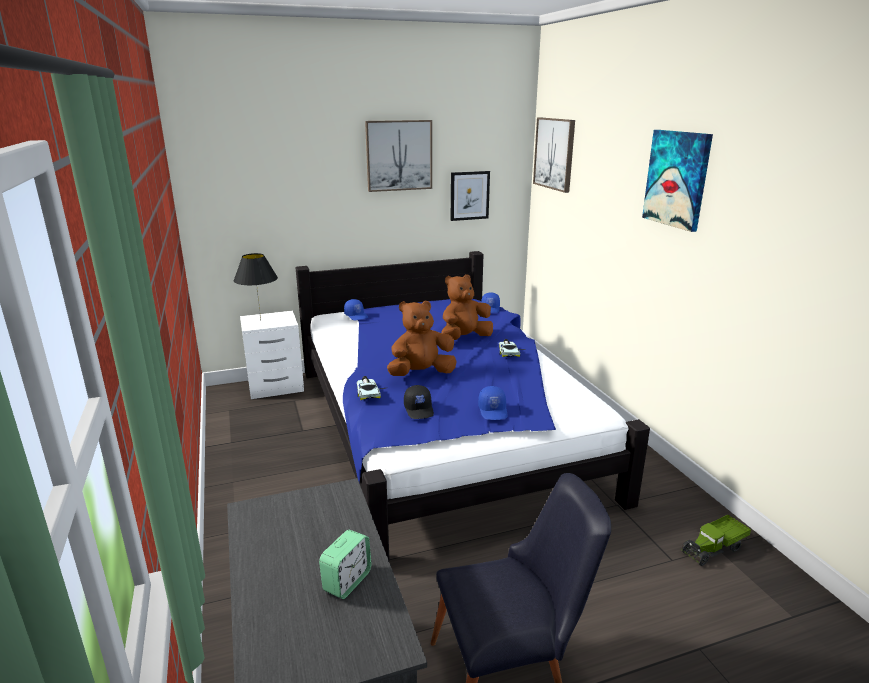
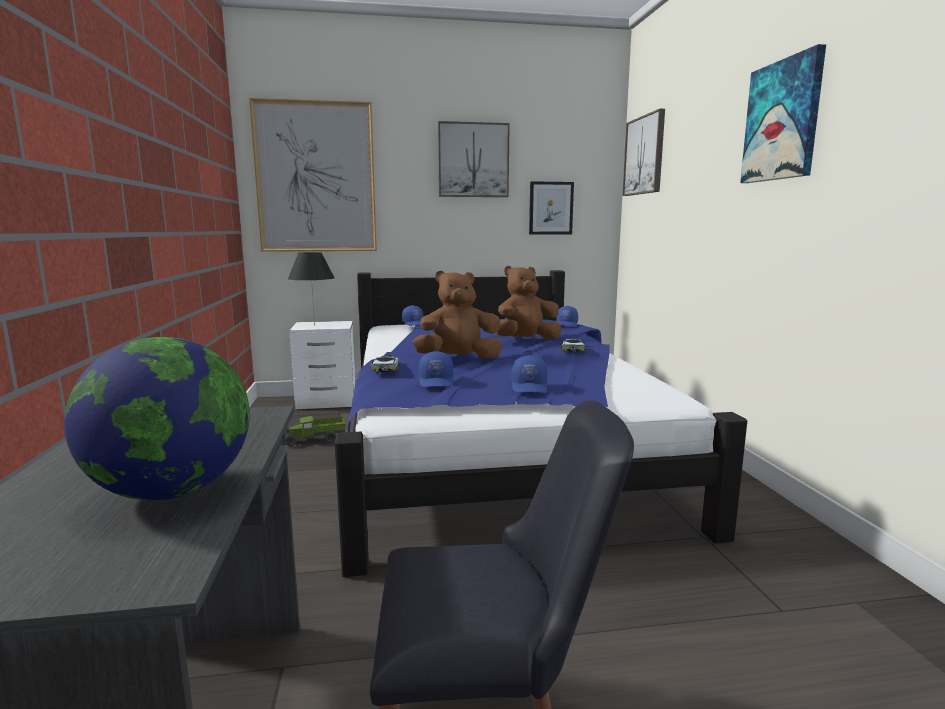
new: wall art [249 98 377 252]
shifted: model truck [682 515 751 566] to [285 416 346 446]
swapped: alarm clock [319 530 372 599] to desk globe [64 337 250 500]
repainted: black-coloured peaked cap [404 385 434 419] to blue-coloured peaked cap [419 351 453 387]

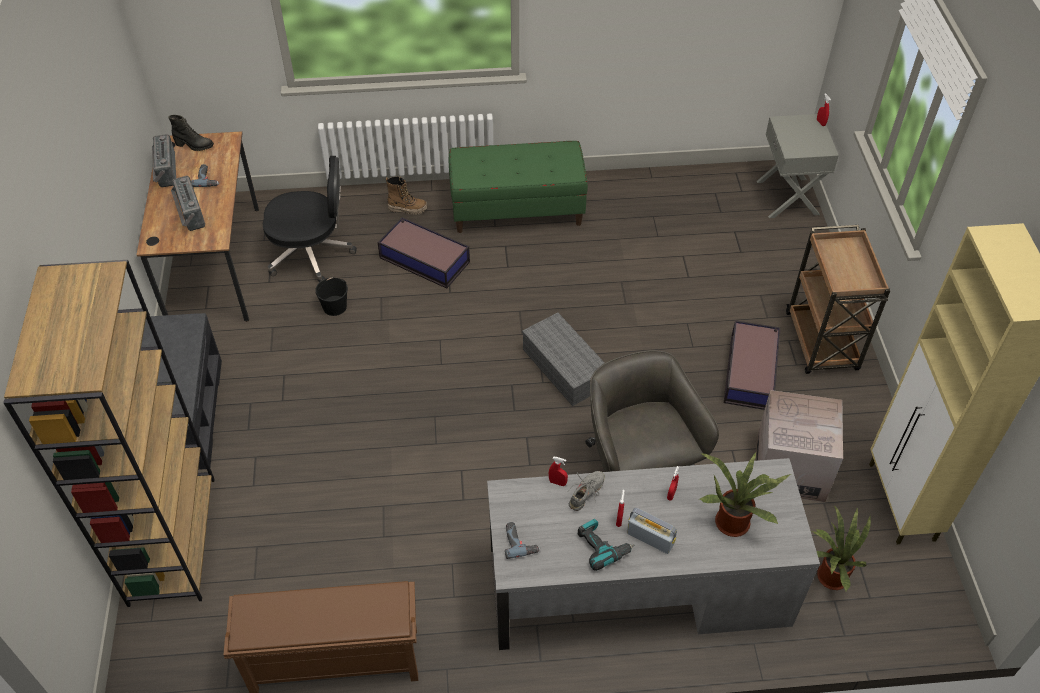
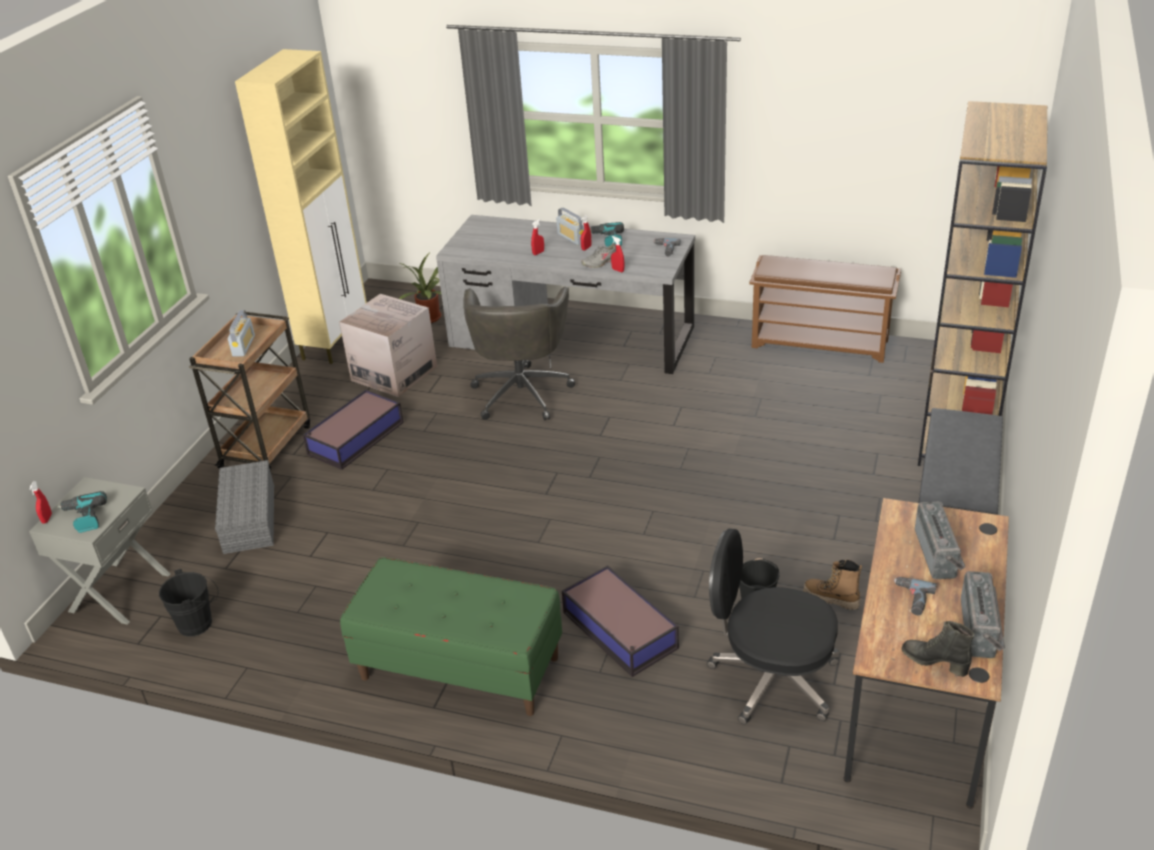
gone: plant in a pot [698 451 791 537]
new: power drill [56 491 107 533]; black-coloured pail [159 569 218 637]; radio receiver [228 310 255 357]
shifted: boot [386 176 427 215] to [803 560 862 610]; gray storage box [522 312 605 406] to [215 460 274 554]

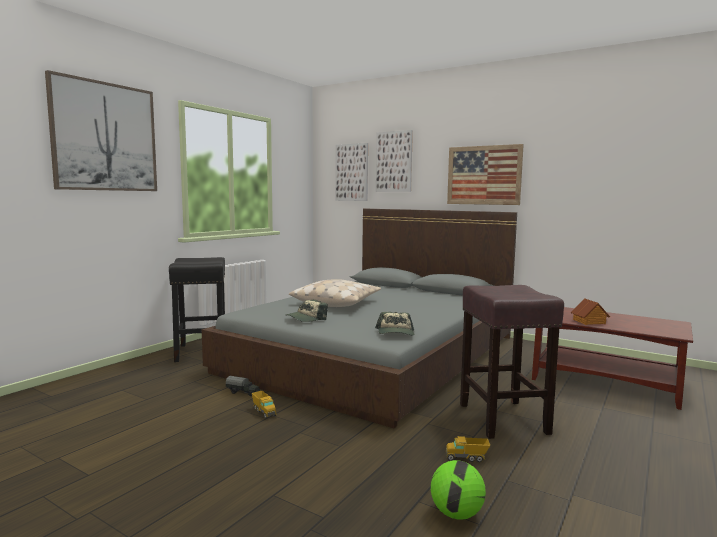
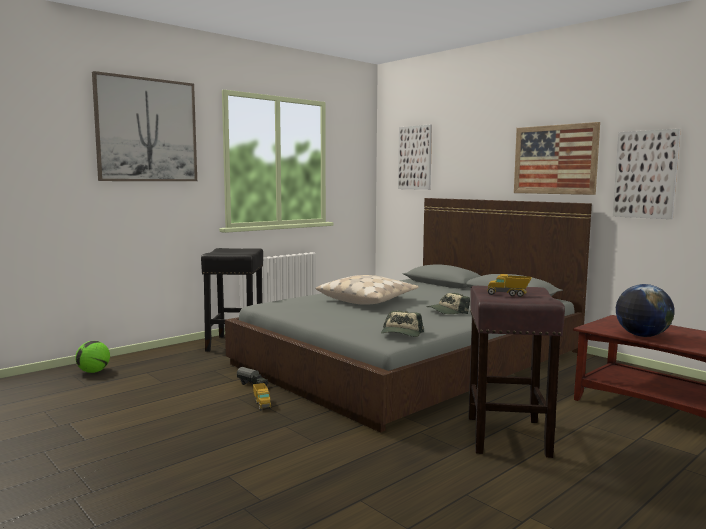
shifted: peaked cap [285 300 328 322] to [427 293 470 314]; wall art [376 130 413 192] to [613 129 681 219]; football [431 460 486 520] to [75 341 110 373]; model truck [445 436 490 462] to [487 274 532 297]
swapped: miniature house [571 298 610 325] to desk globe [616 284 675 337]

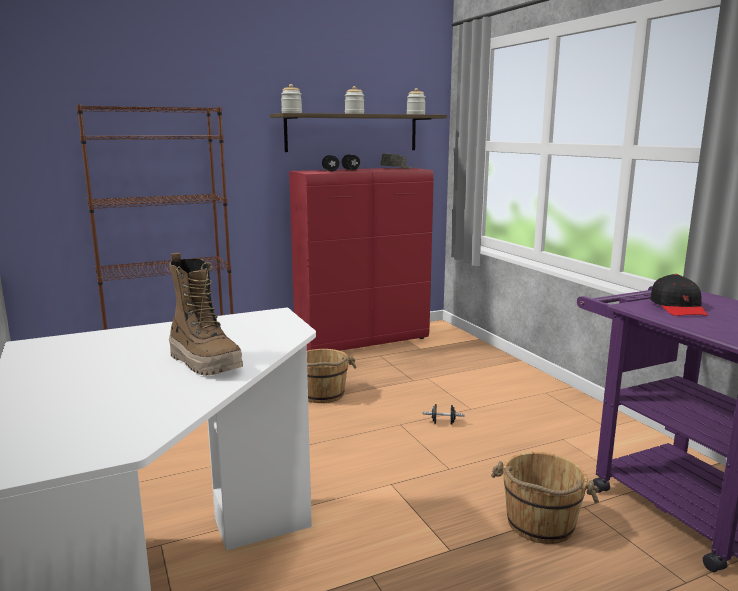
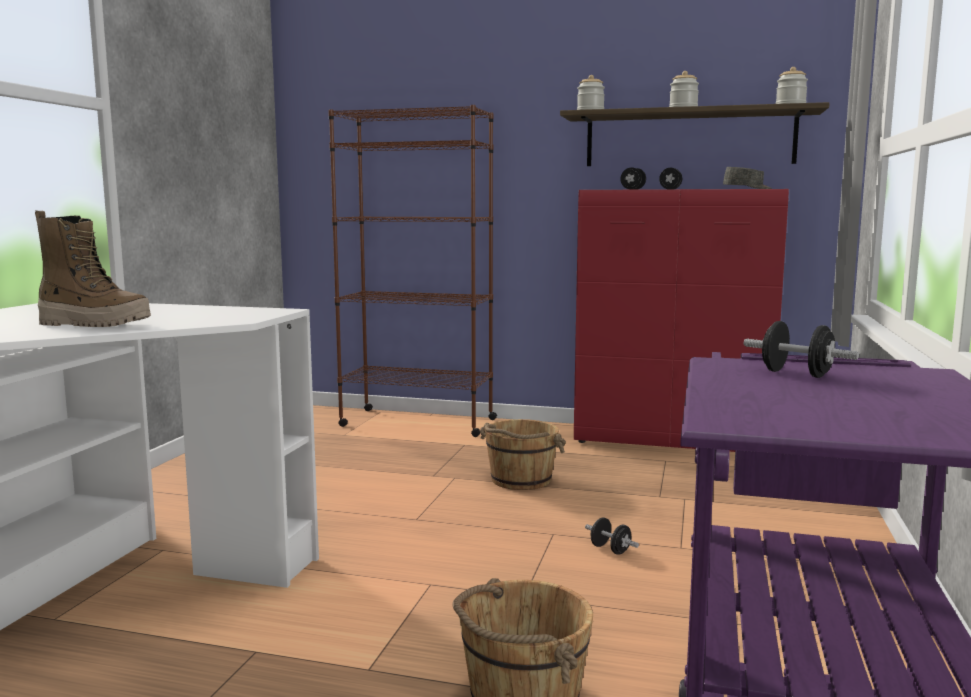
swapped: black-coloured peaked cap [650 274 708 316] to black-coloured hand weight [744 321 859 378]
rotated: boot [169 253 243 376] = [35 210 151 327] 75 degrees counterclockwise

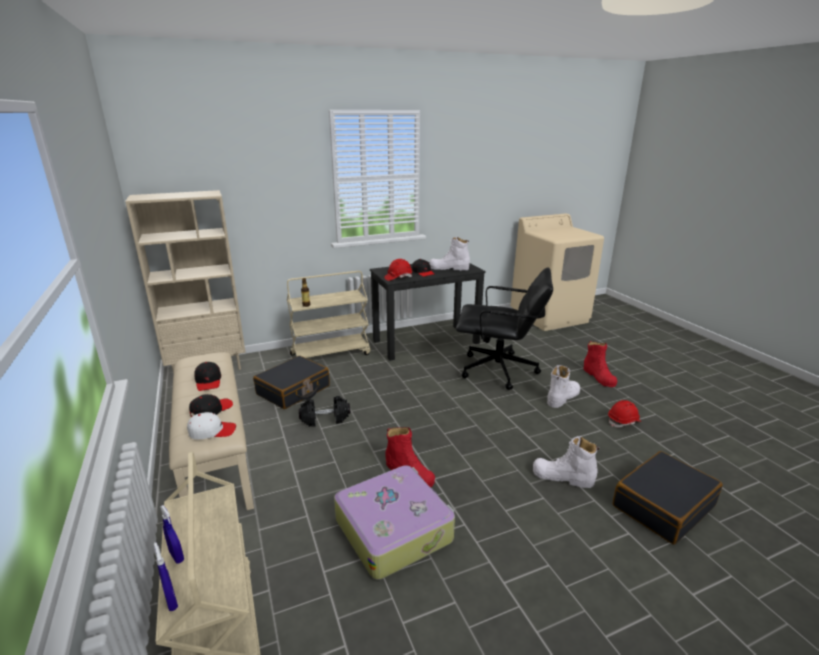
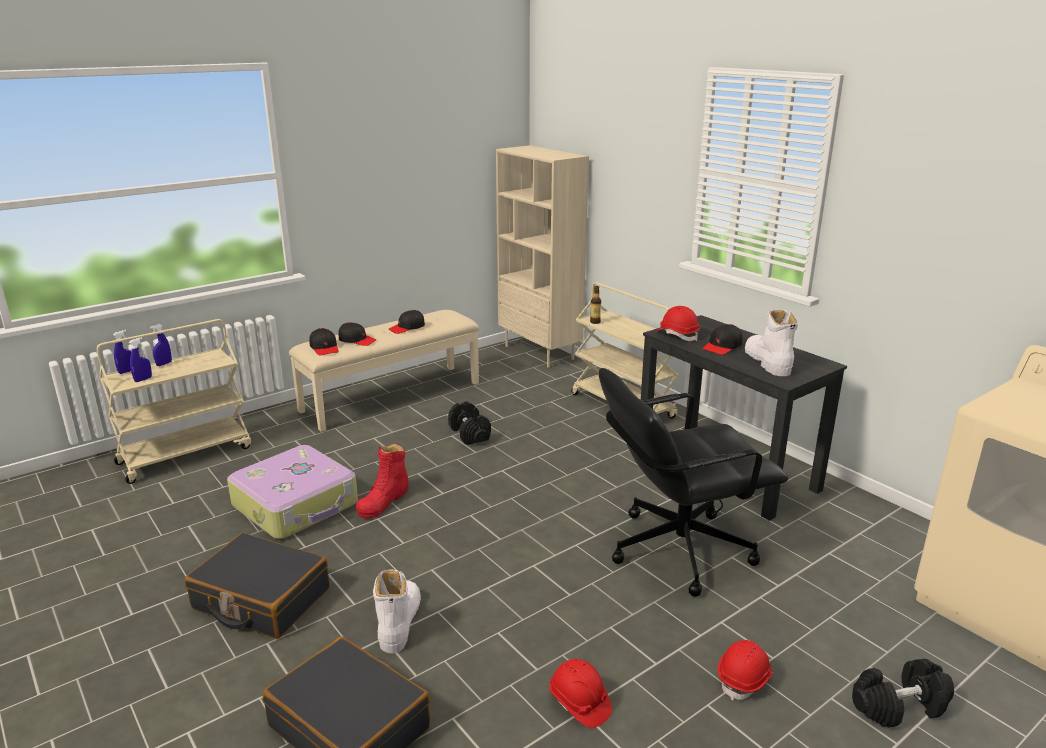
gone: whitish boot [547 365 580 408]
new: blue-coloured hand sprayer [129 337 152 382]; black-coloured hand weight [852 659 954 728]
shifted: black-coloured piece of luggage [253 356 330 409] to [185 533 330 639]
swapped: reddish boot [583 341 617 387] to reddish safety helmet [718 640 773 701]
repainted: whitish peaked cap [187 412 236 439] to black-coloured peaked cap [309 328 338 355]
rotated: black-coloured office chair [456 267 553 390] = [599 368 788 597] 75 degrees clockwise

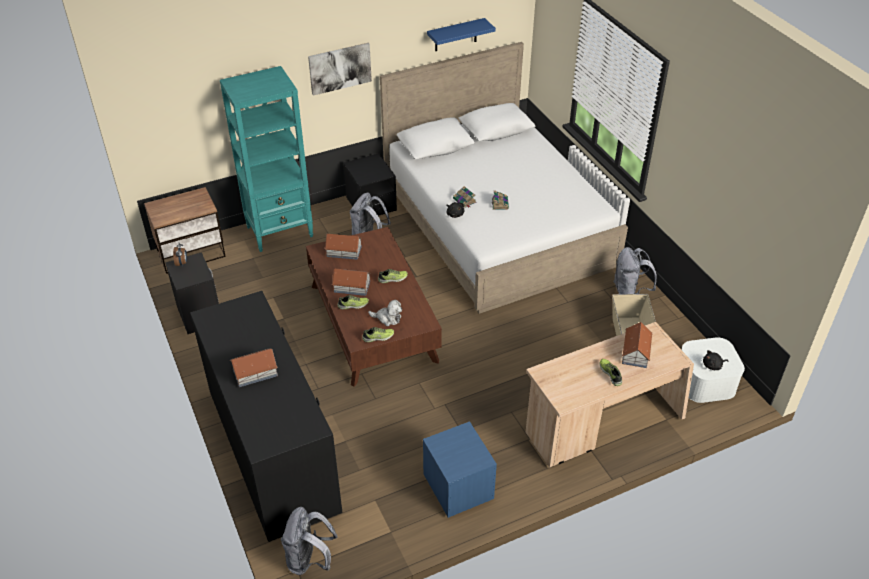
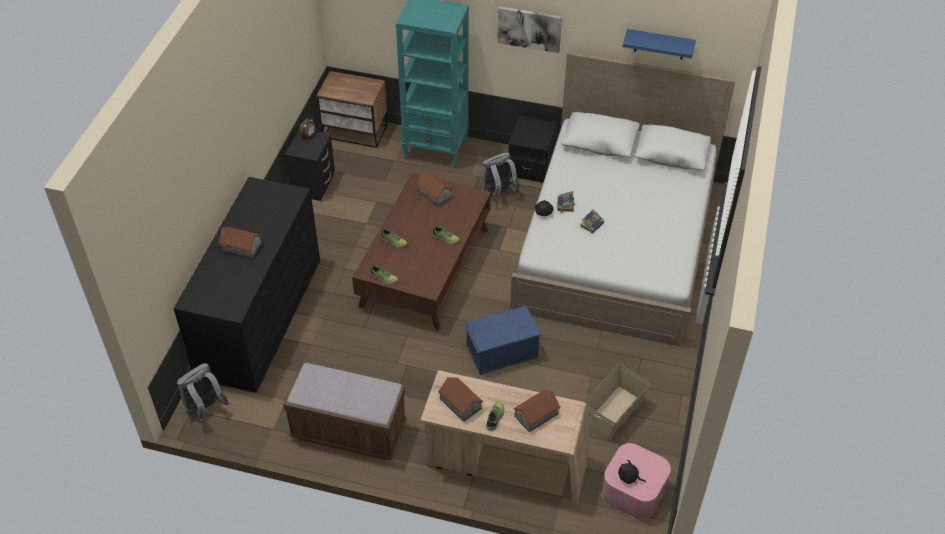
gone: plush toy [368 300 402 326]; gray knapsack [614 247 657 294]
new: blue-coloured storage box [464 306 542 375]
shifted: miniature house [332 269 371 296] to [438 377 483 422]
swapped: blue-coloured bedside table [423 421 497 518] to brown-coloured bench [283 363 407 460]
repainted: whitish storage box [682 338 745 403] to pink storage box [602 443 671 520]

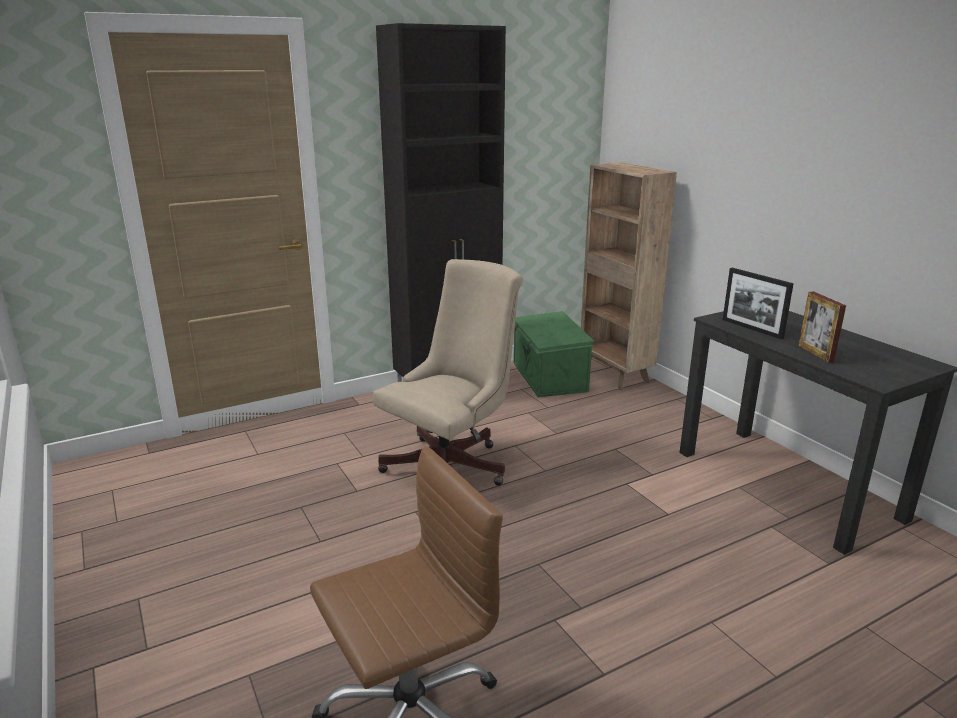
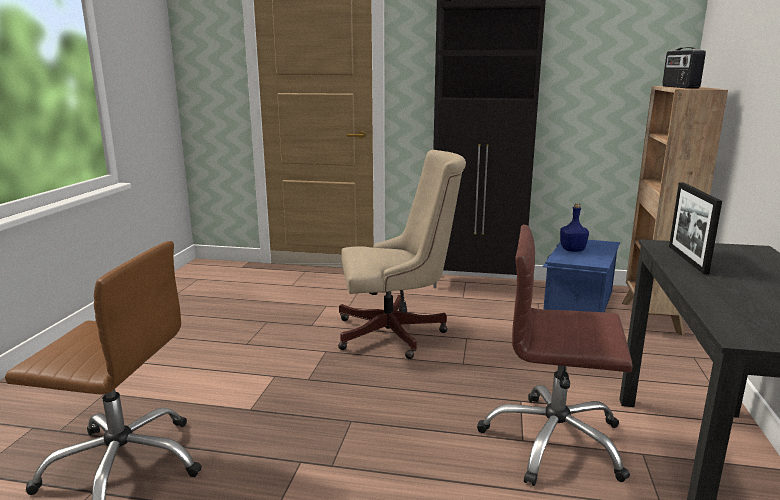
gone: standing frame [798 291 846 363]
new: brown-coloured office chair [477 225 633 486]; blue-coloured drink bottle [560 203 589 252]; radio receiver [662 47 706 88]
repainted: green-coloured storage box [513 311 595 397] to blue-coloured storage box [543 240 620 312]

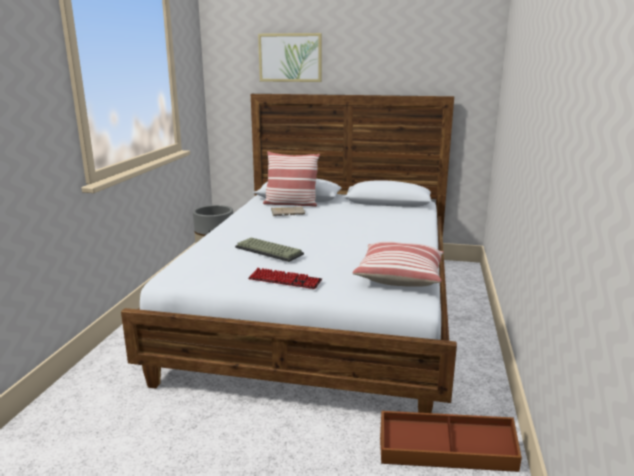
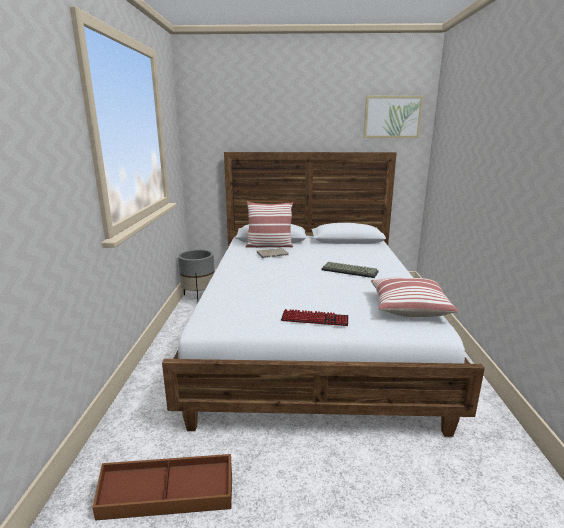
shifted: keyboard [235 237 304 262] to [321 262 379 278]; wall art [258 33 322 82] to [363 96 423 138]; brown-coloured storage box [380 411 522 472] to [92 454 232 521]

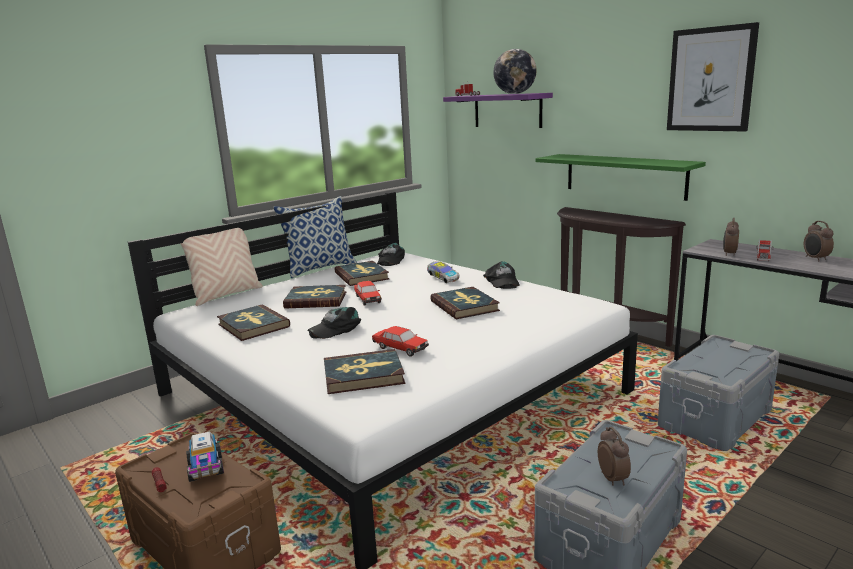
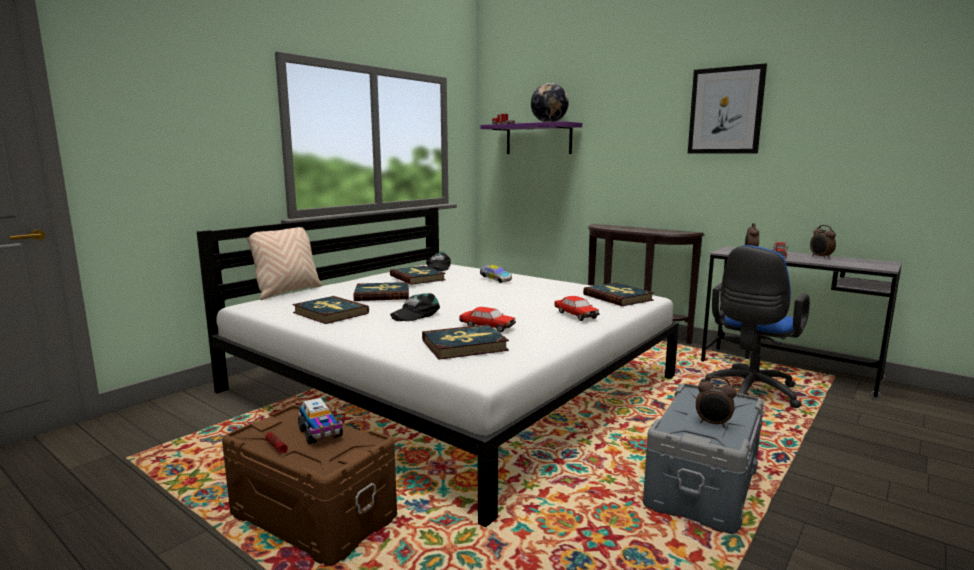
gone: pillow [273 196 357 278]; black-coloured peaked cap [483 261 520 289]; green-coloured shelf [536 154 706 201]
shifted: toy car [354 281 382 306] to [554 296 600 321]; volume [430 287 500 319] to [583 283 654 306]
swapped: gray storage box [658 335 779 451] to blue-coloured office chair [701 245 810 408]
rotated: alarm clock [598 427 631 486] = [696 376 737 428] 135 degrees clockwise

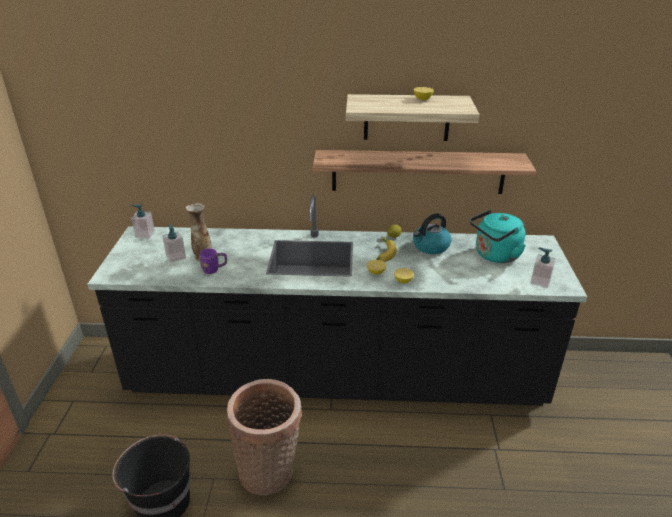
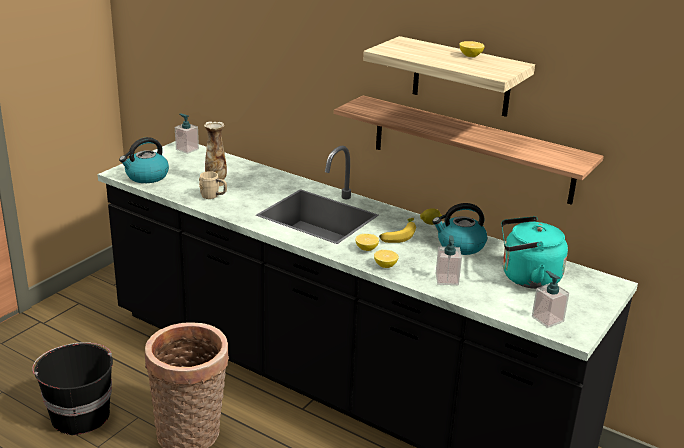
new: tea kettle [119 137 169 183]
shifted: soap bottle [162 225 186 263] to [435 235 462 285]
repainted: purple mug [199 249 227 274] to beige-coloured mug [199 171 227 199]

